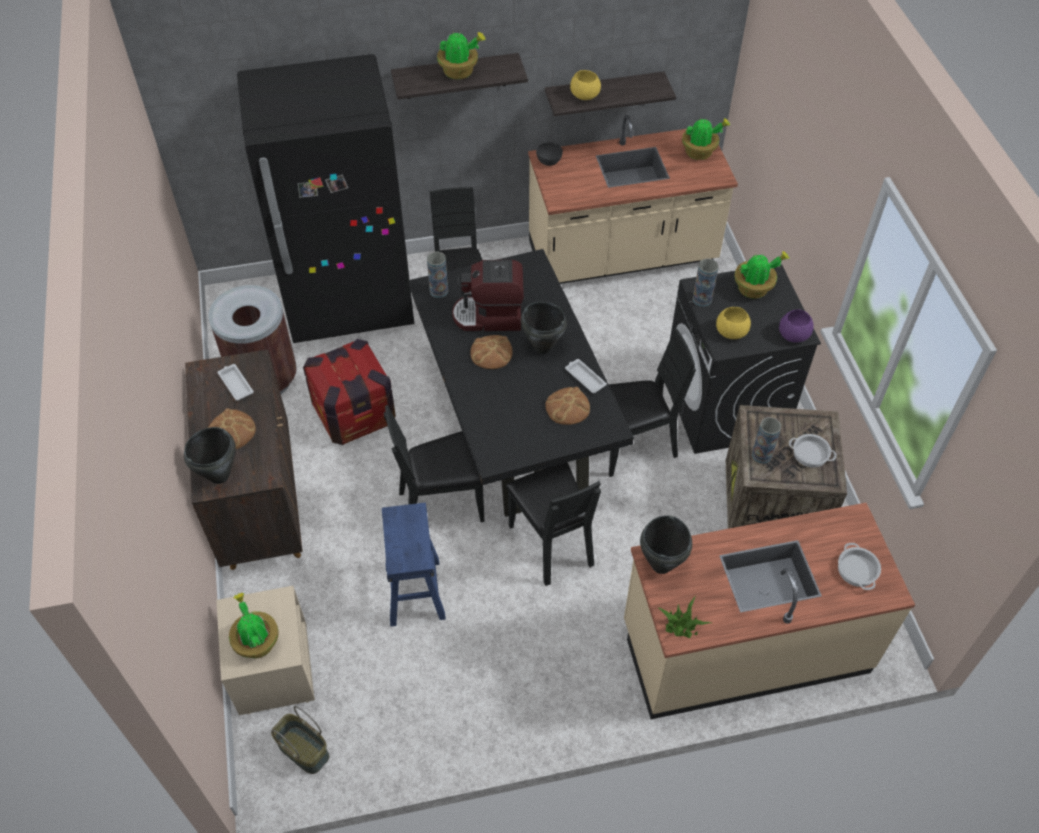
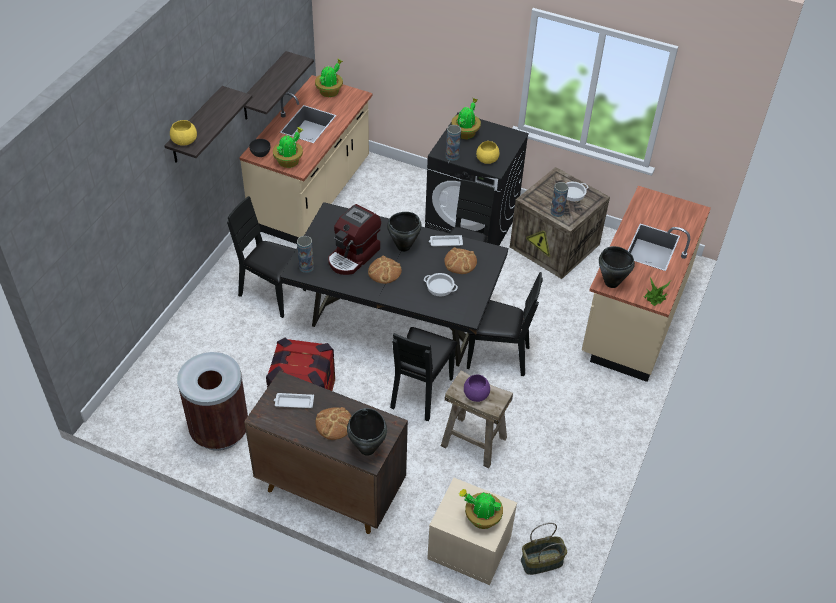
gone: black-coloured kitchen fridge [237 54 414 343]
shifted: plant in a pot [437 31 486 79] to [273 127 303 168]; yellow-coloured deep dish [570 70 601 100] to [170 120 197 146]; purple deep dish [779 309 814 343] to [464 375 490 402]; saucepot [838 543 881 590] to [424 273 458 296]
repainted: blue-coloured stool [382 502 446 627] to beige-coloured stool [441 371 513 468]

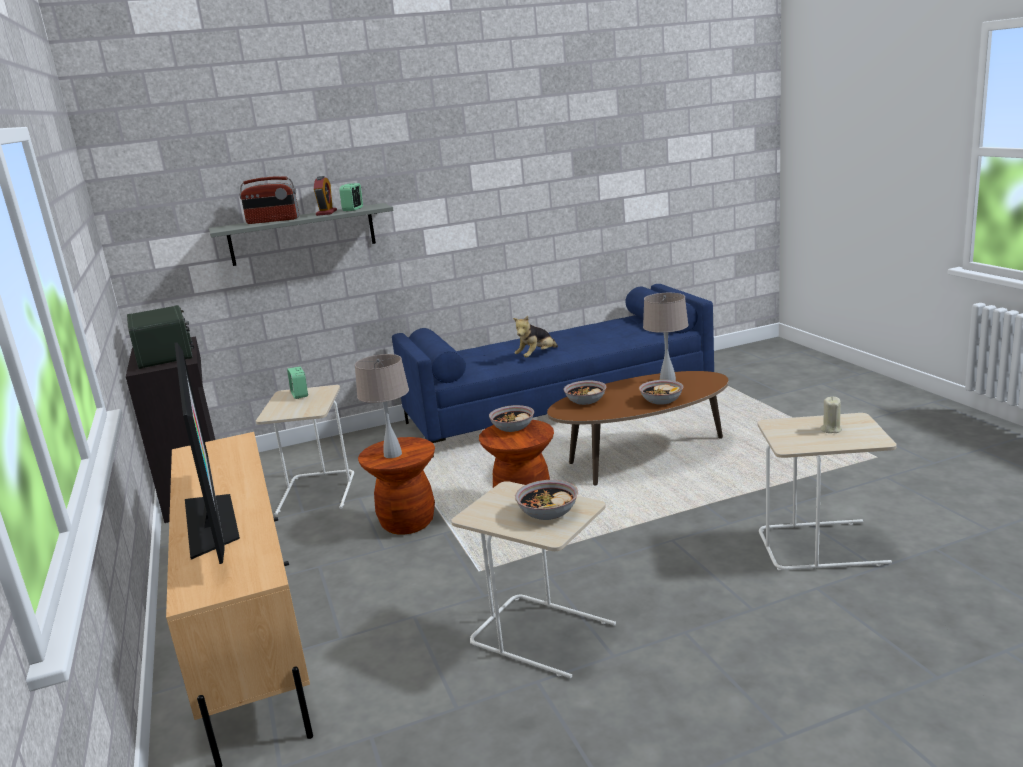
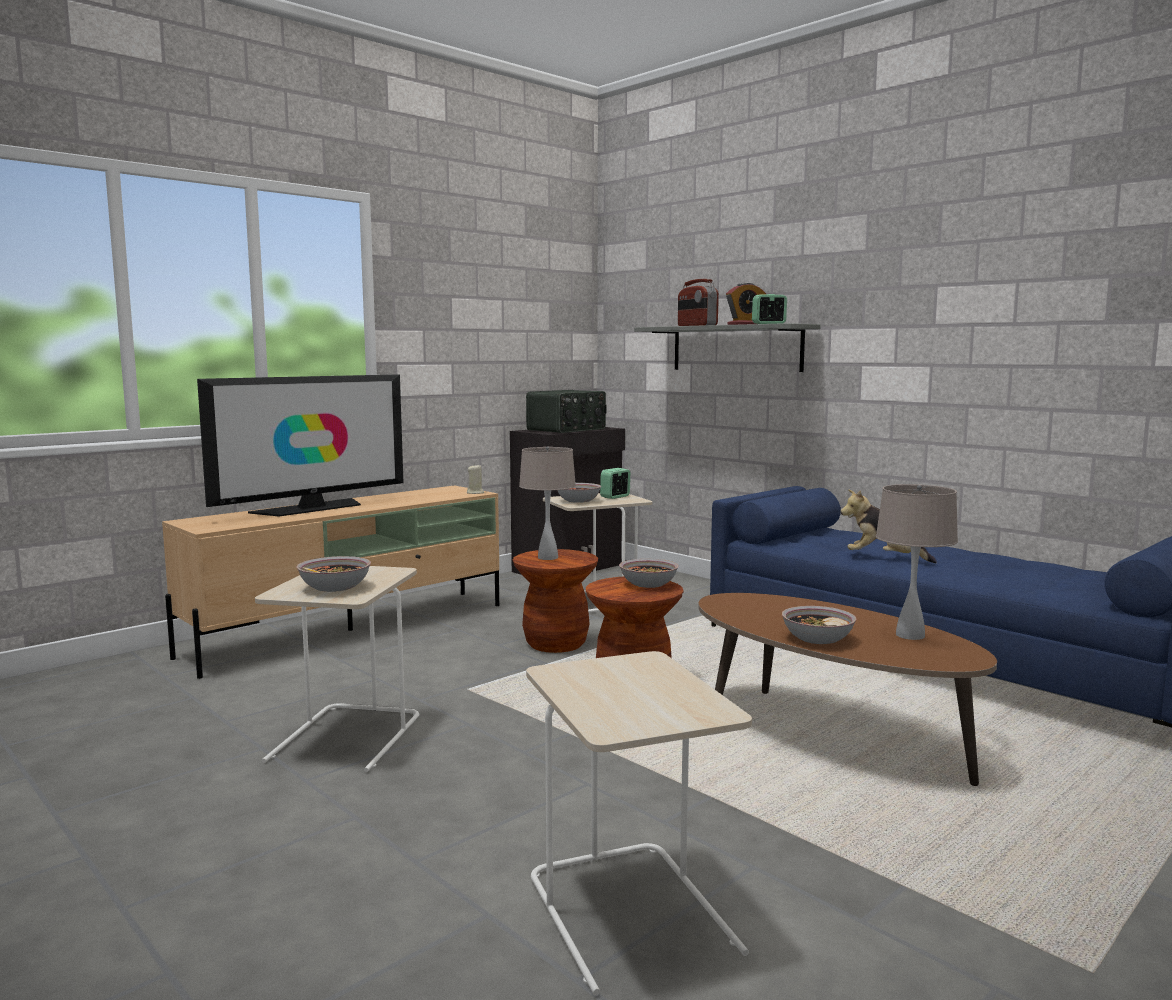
shifted: deep dish [563 381 607 405] to [557 483 601 503]; beige-coloured wax light [820 397 842 433] to [467 464 484 494]

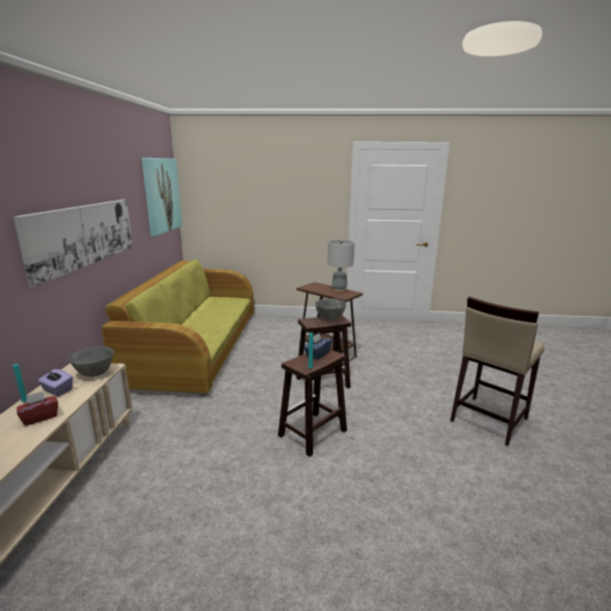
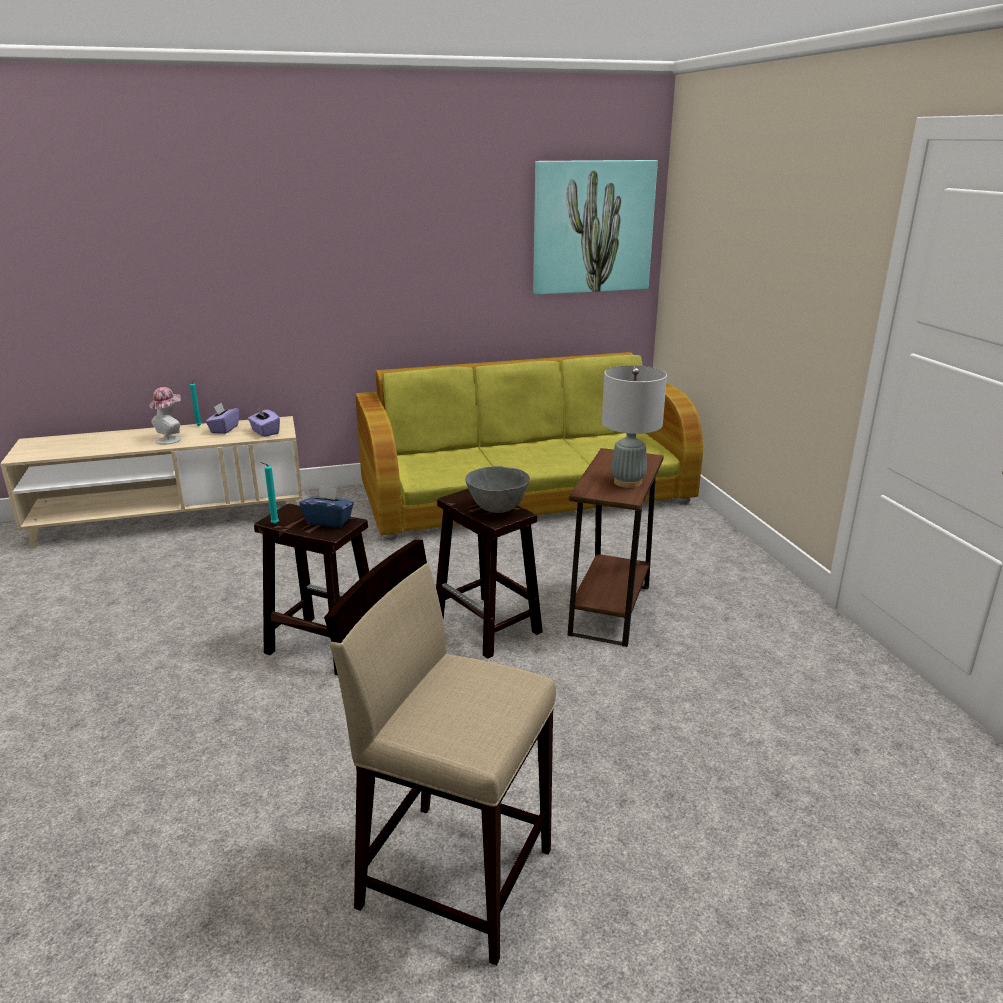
gone: wall art [13 199 133 287]
swapped: reddish tissue holder [17 391 58 426] to clothing hat [149 387 181 445]; gray deep dish [69 346 114 377] to purple tissue holder [248 406 280 437]

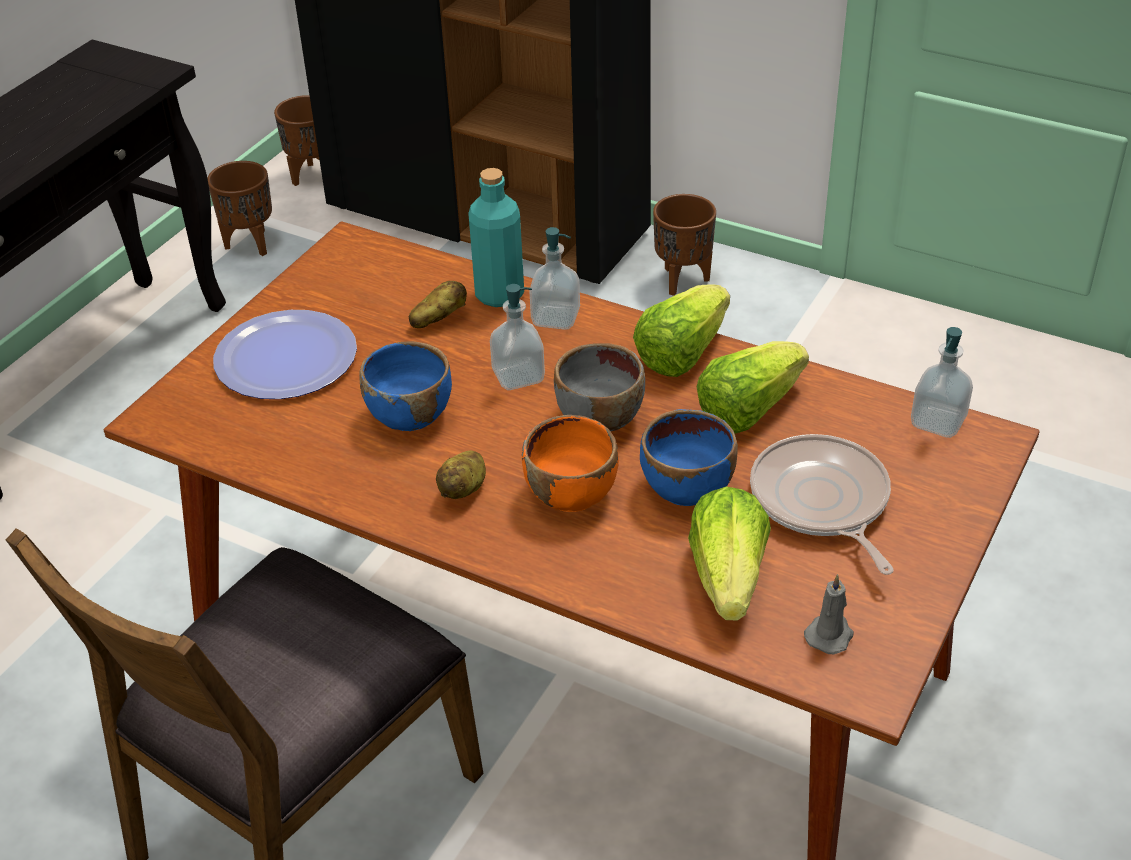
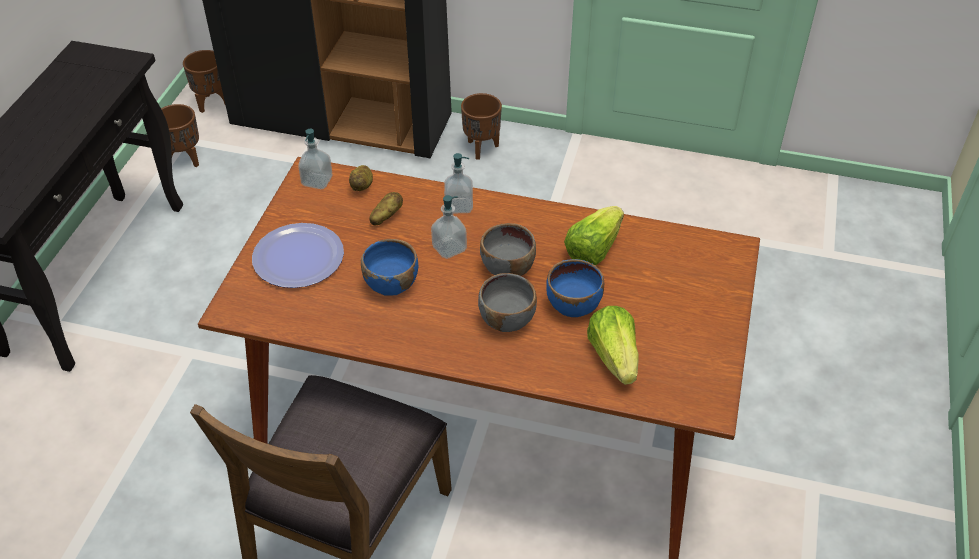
gone: blue-green drink bottle [468 168 524 307]; head of lettuce [633 285 730 377]; skillet [750 434 893 575]; gray wax light [804 574 854 654]
shifted: whole potato [436 451 486 499] to [349 165 373 191]; soap bottle [911 327 973 438] to [298 129 332 189]
repainted: orangey deep dish [522 415 619 512] to gray deep dish [478 273 537 332]

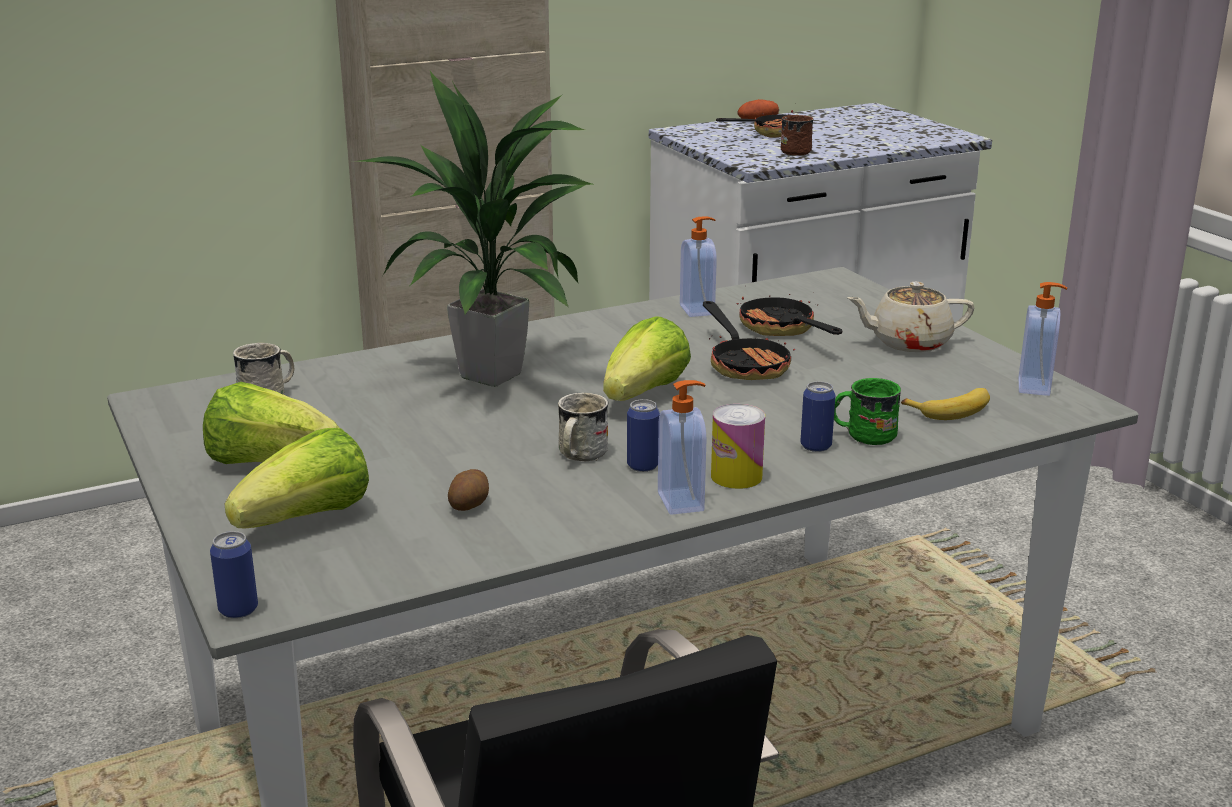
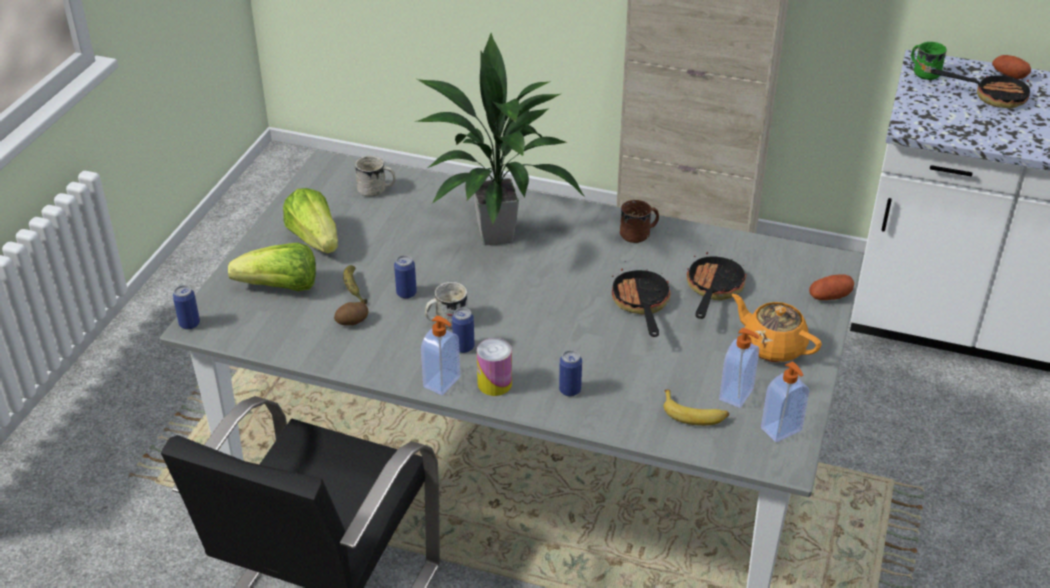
gone: head of lettuce [603 316 691 401]
new: banana fruit [343 265 368 304]; metal can [394 255 417 299]; whole potato [809 274 854 300]
shifted: soap bottle [680 217 717 317] to [719 328 759 408]; brown-coloured mug [781 115 814 155] to [620 200 659 243]; green-coloured mug [834 378 901 445] to [911 42 947 80]
repainted: beige-coloured pot for tea [847 282 974 352] to orangey pot for tea [732 294 822 362]
rotated: skillet [703 301 795 380] = [612 268 671 337] 150 degrees clockwise

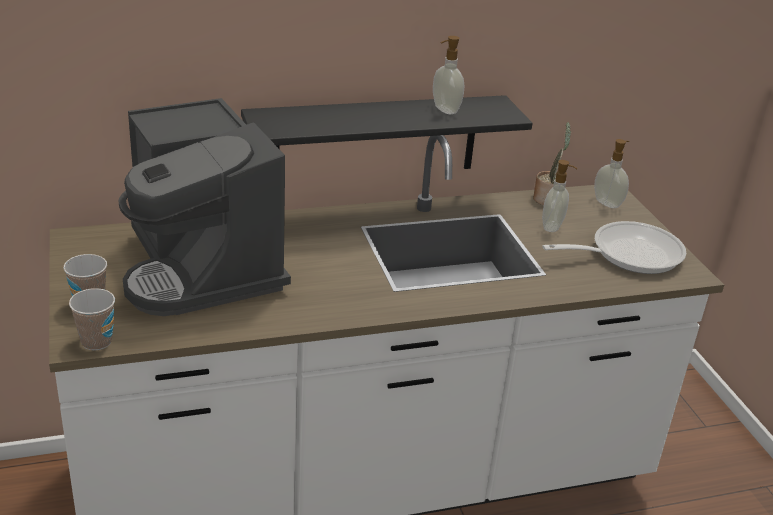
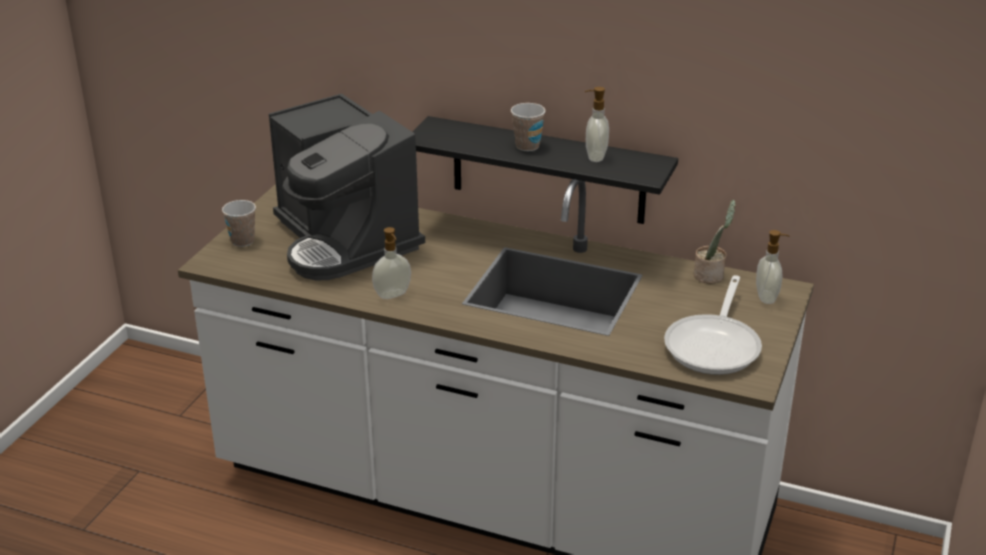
shifted: drinking cup [69 288 115 351] to [511 103 545 151]; soap bottle [542 160 577 232] to [372 227 411 299]
rotated: coffee maker [119 98 291 316] = [269 94 425 280] 45 degrees counterclockwise; skillet [542 221 686 274] = [664 275 762 375] 90 degrees clockwise

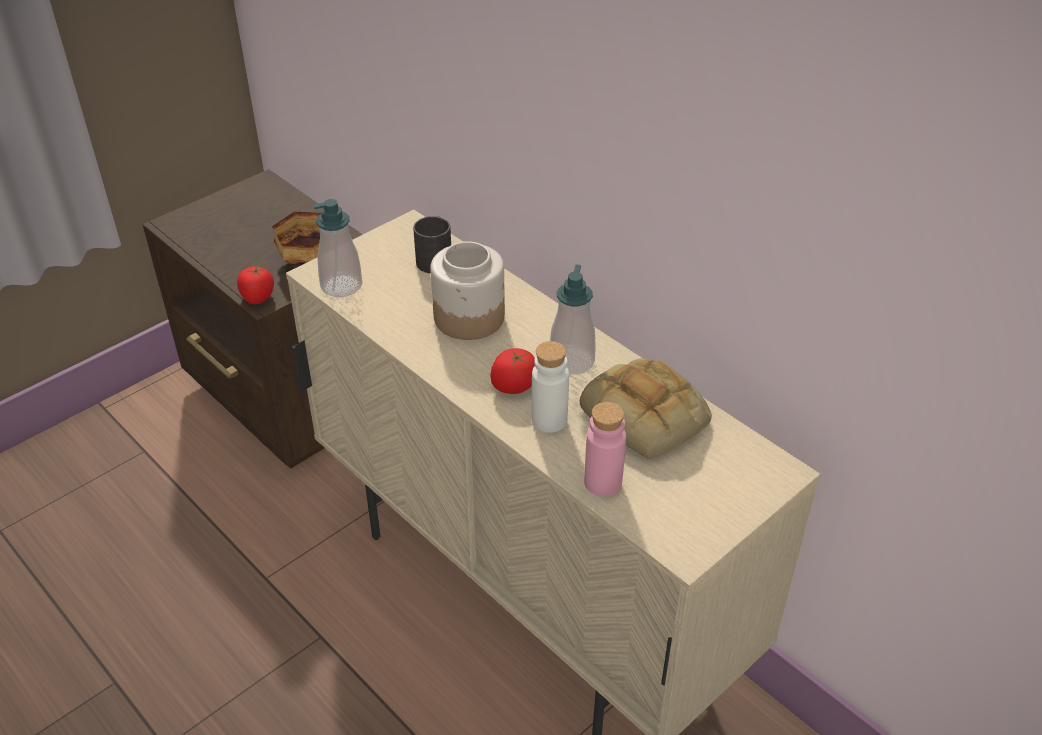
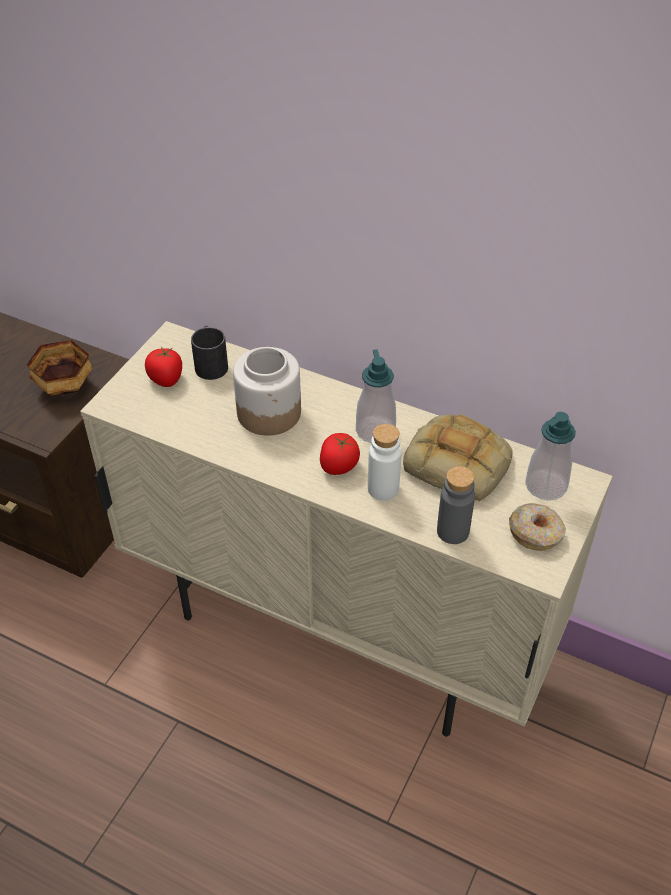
new: donut [509 503 566 551]
shifted: fresh tomato [237 266 274 304] to [145 347 182 387]; soap bottle [312 199 362 297] to [525 412 576 500]
repainted: pink drink bottle [584 402 626 497] to gray drink bottle [437 466 475 544]

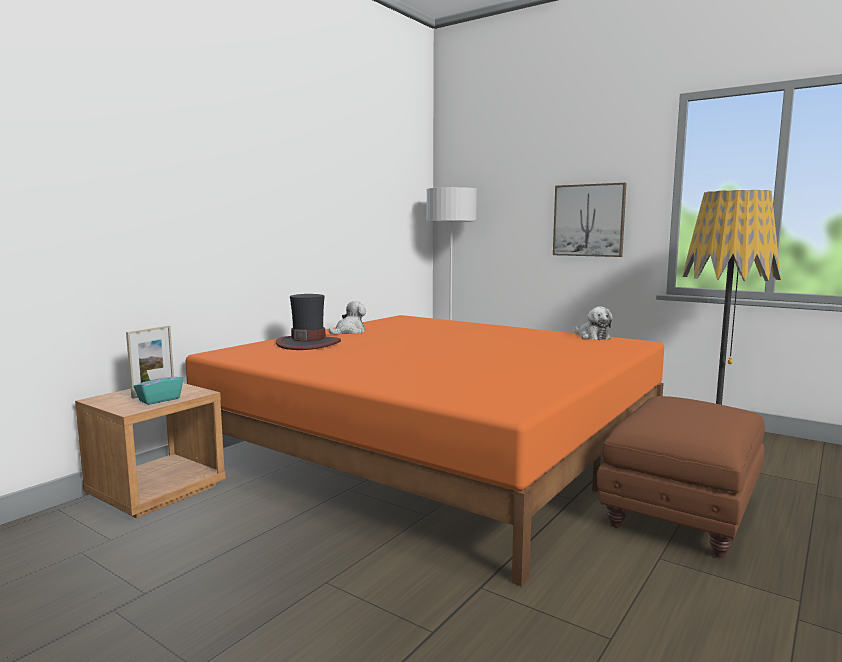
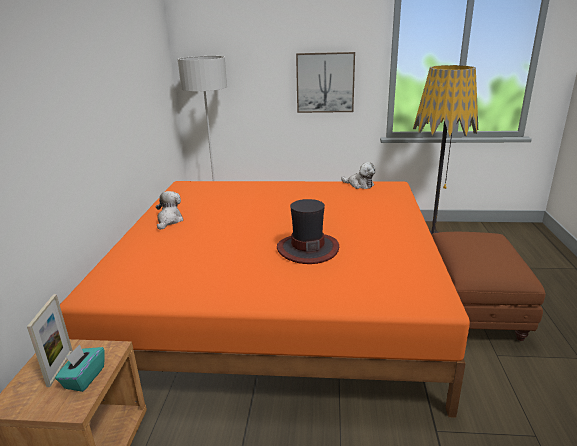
shifted: clothing hat [276 294 341 350] to [277 199 339 264]

